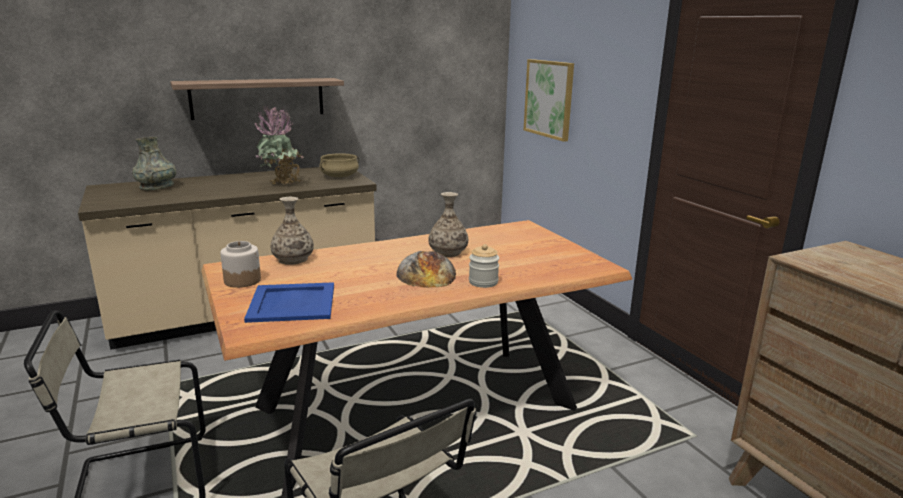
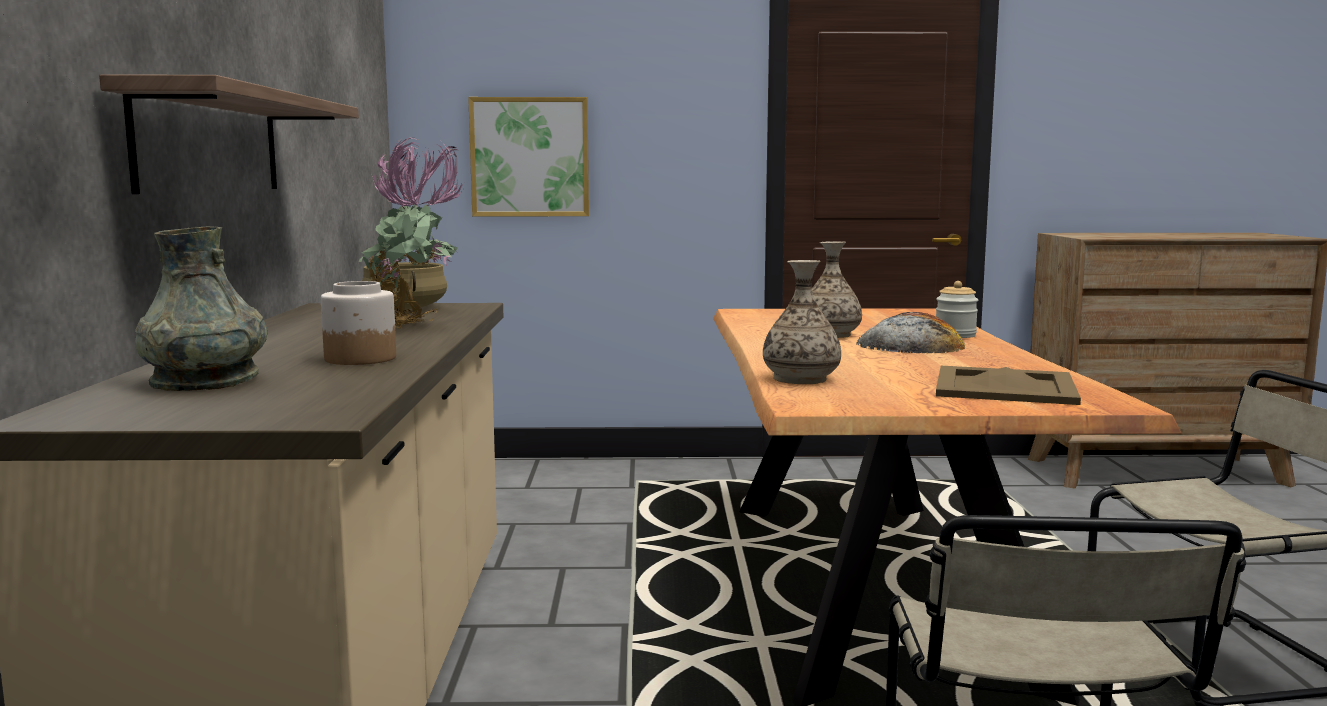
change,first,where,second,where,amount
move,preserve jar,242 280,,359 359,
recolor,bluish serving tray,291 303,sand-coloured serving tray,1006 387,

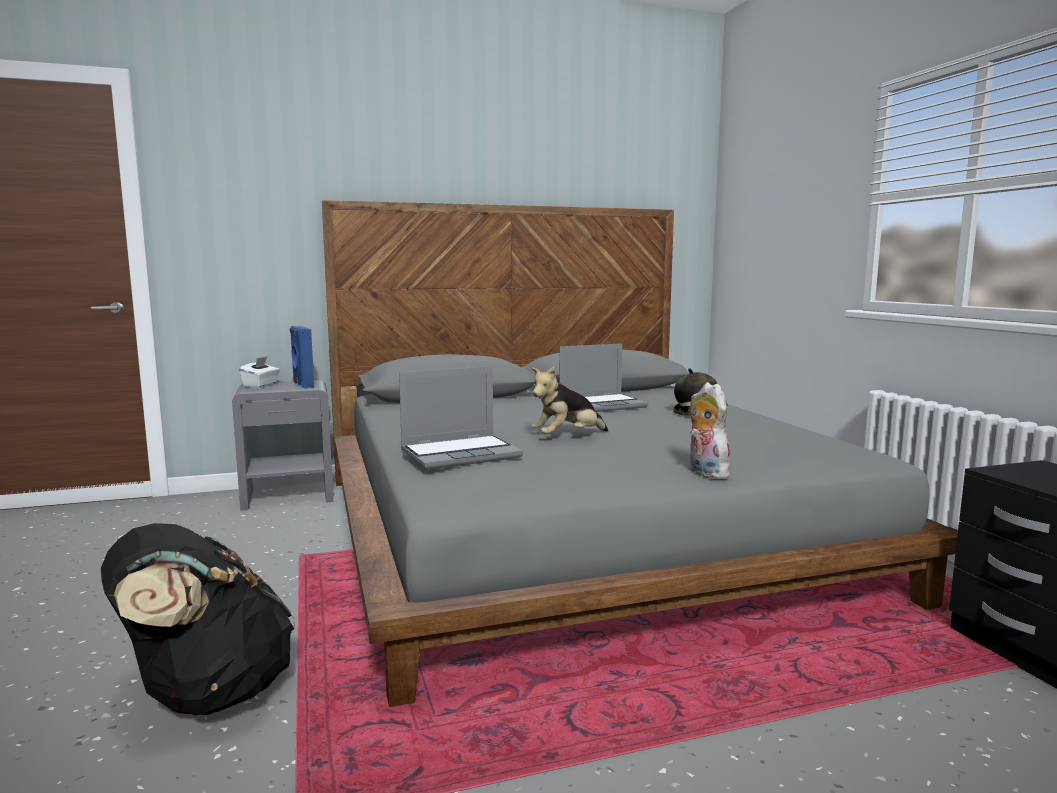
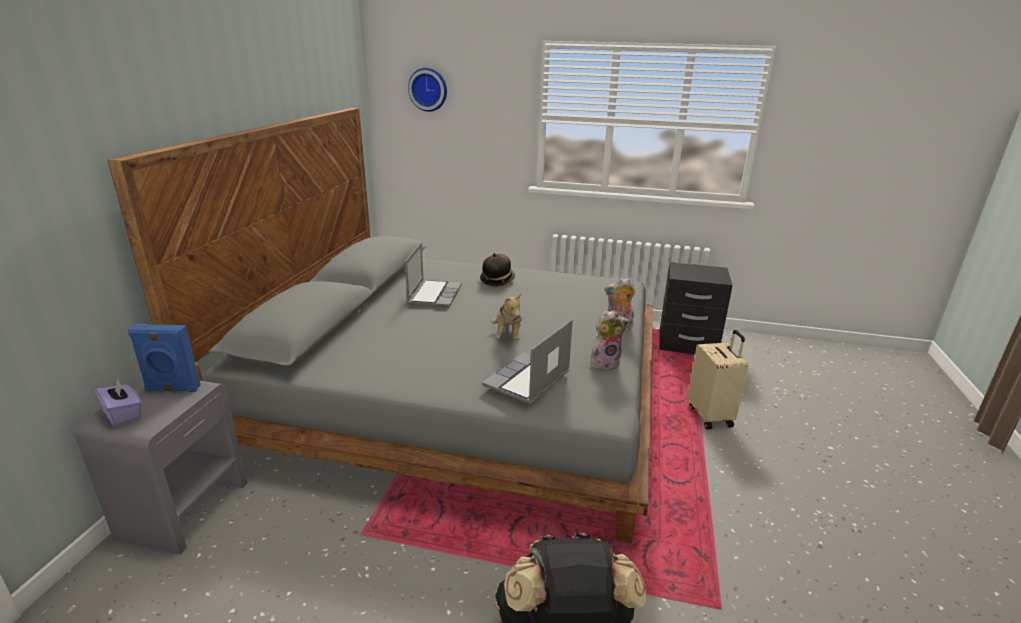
change,first,where,second,where,amount
recolor,white-coloured box of tissues,260 385,purplish box of tissues,123 414,
rotate,portable computer,461 454,,527 380,150 degrees counterclockwise
insert,,,hanging clock,428 89,
insert,,,plush toy,605 363,
insert,,,sand-coloured suitcase,711 416,

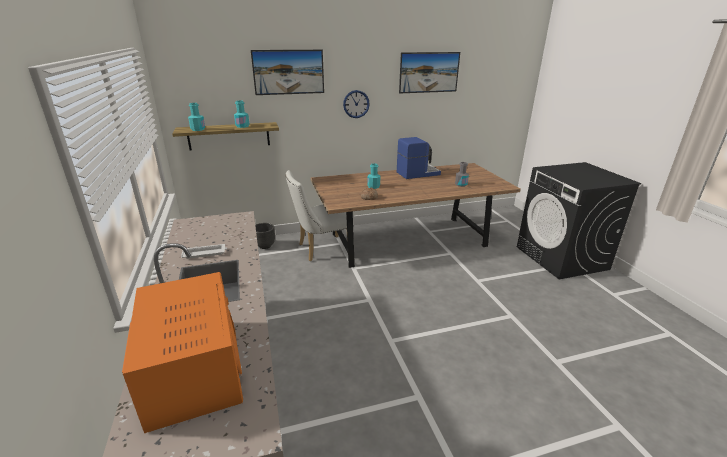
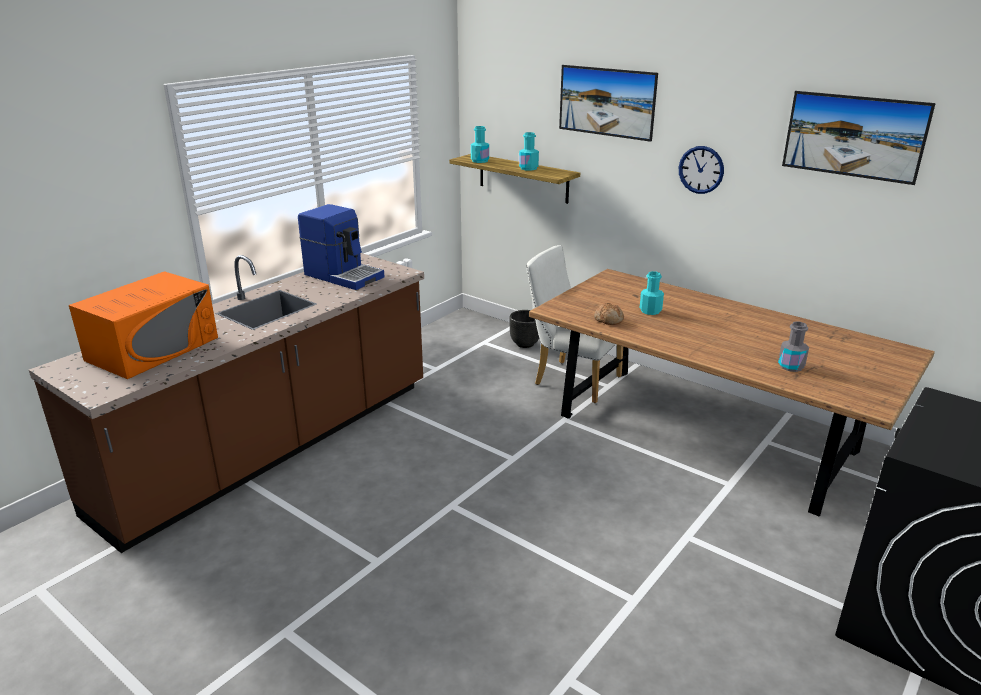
change,first,where,second,where,amount
move,coffee brewer,417 173,,344 275,
delete,white-coloured serving tray,205 253,,,

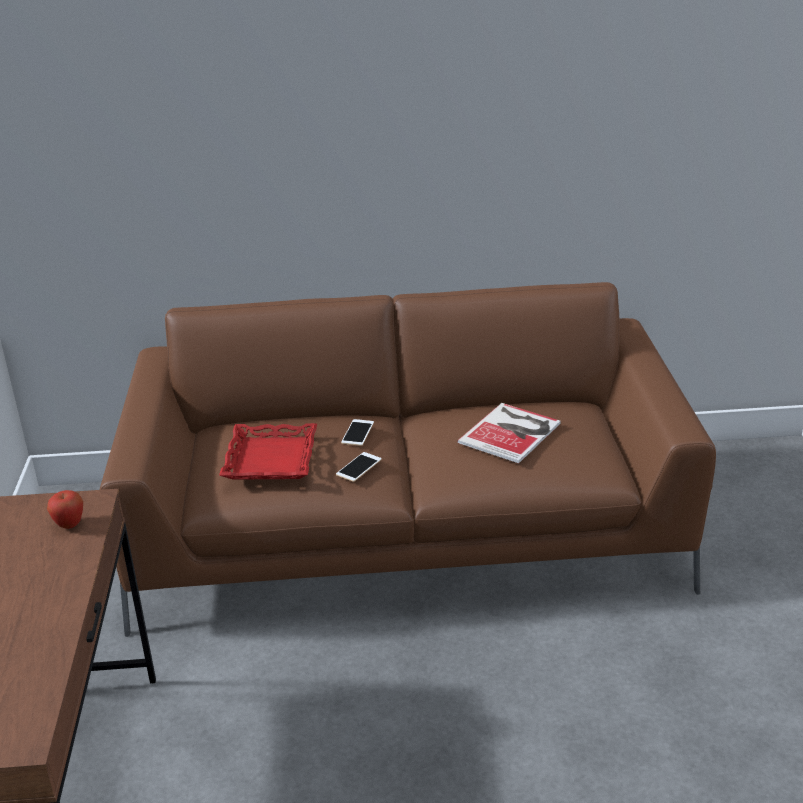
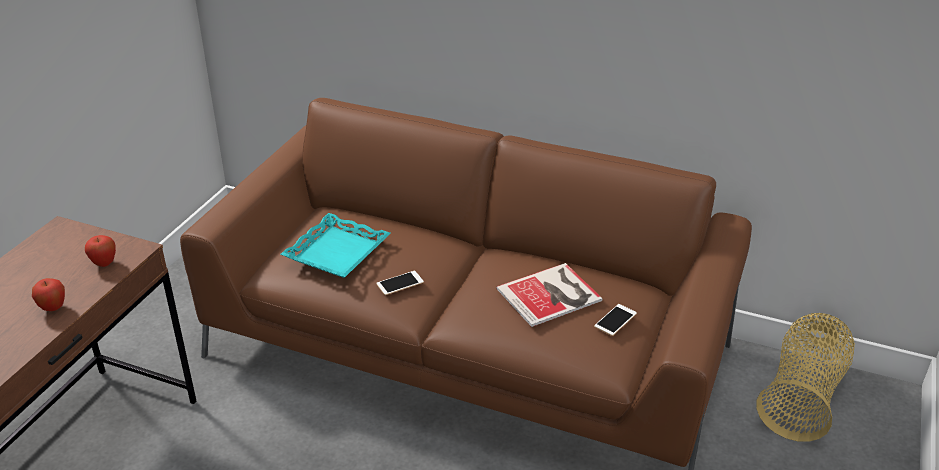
change,first,where,second,where,amount
move,handset,357 432,,615 320,
recolor,red serving tray,271 459,blue-green serving tray,337 252,
insert,,,apple,53 308,
insert,,,basket,802 396,

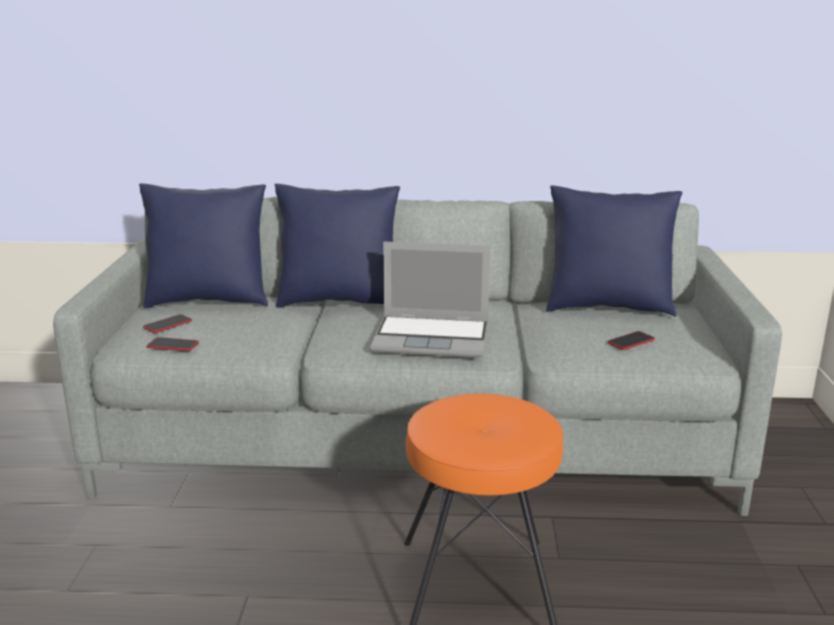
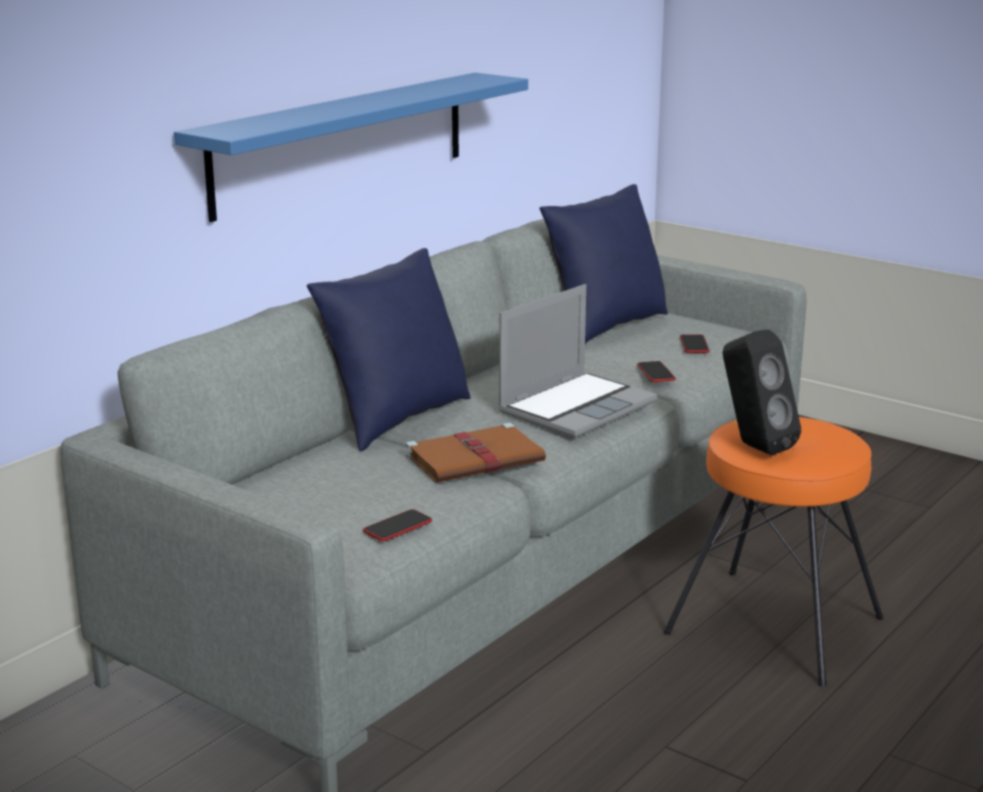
change,first,where,second,where,amount
delete,bluish pillow,208 301,,,
move,handset,168 324,,656 373,
insert,,,bluish bracket shelf,342 142,
insert,,,blackish speaker,753 446,
insert,,,brown-coloured book,477 458,

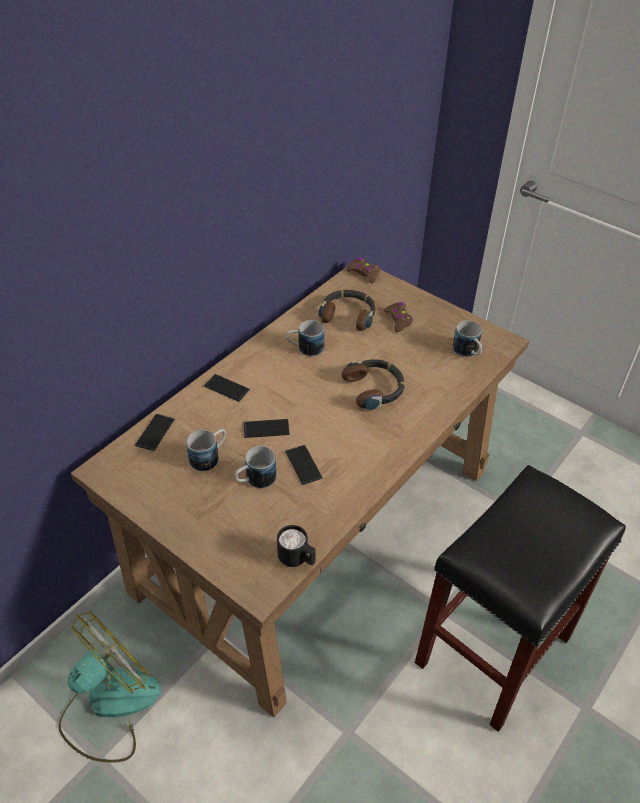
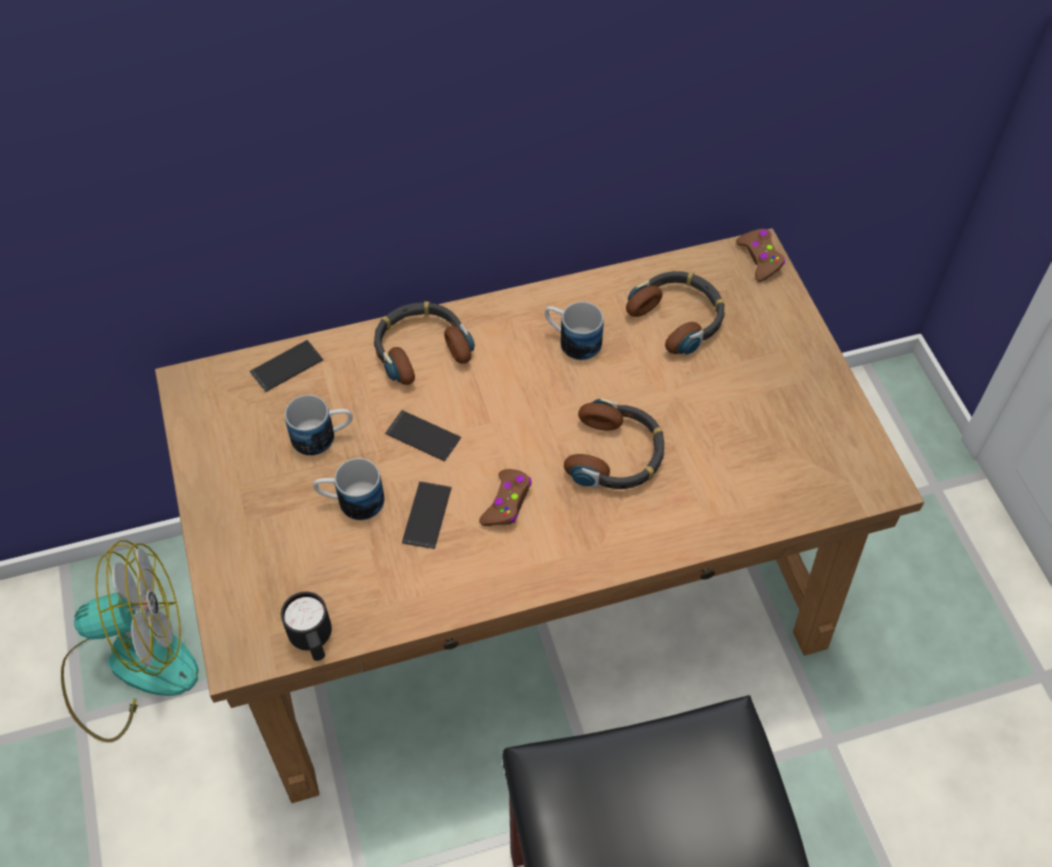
change,first,where,second,where,amount
move,brown-coloured gamepad,398 320,,507 503,
delete,mug,468 352,,,
replace,handset,226 388,headset,421 348,

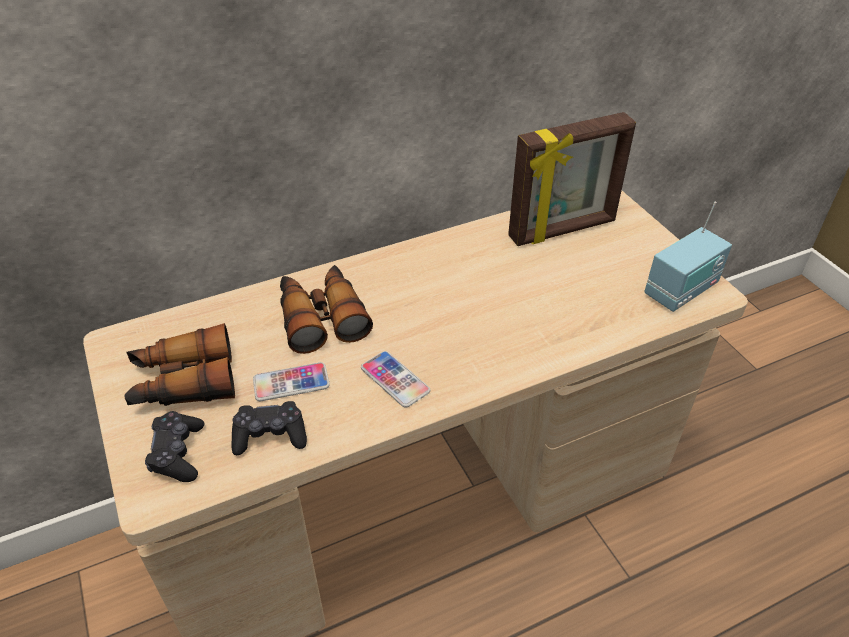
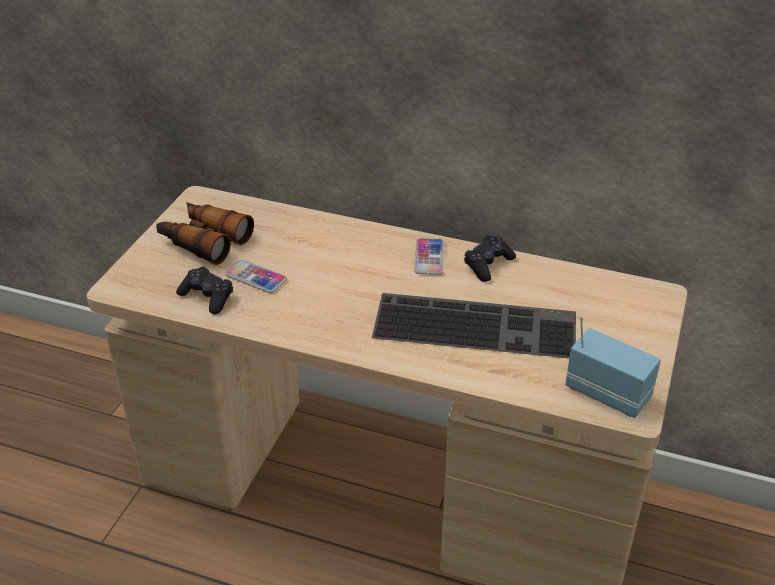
change,first,where,second,where,amount
delete,standing frame,563 230,,,
rotate,radio receiver,681 291,,608 393,150 degrees counterclockwise
delete,field glasses,321 316,,,
move,handset,395 380,,429 257,
move,blackish gamepad,178 453,,488 265,
insert,,,keyboard,477 324,

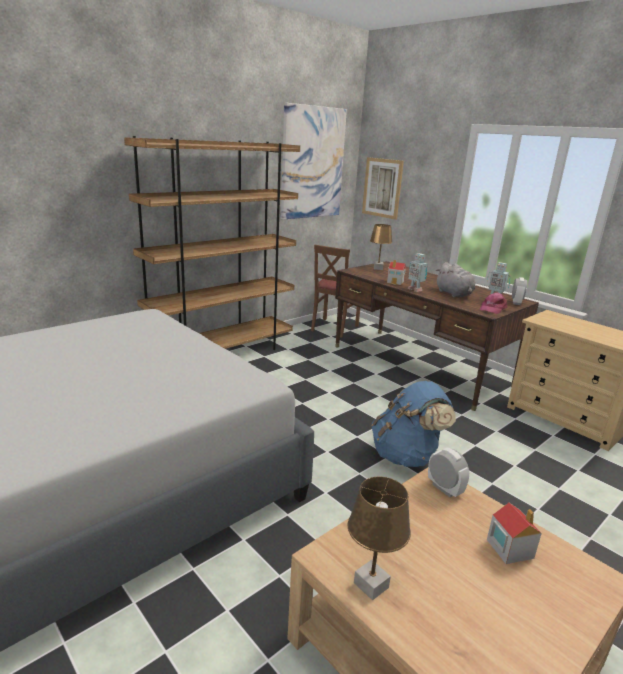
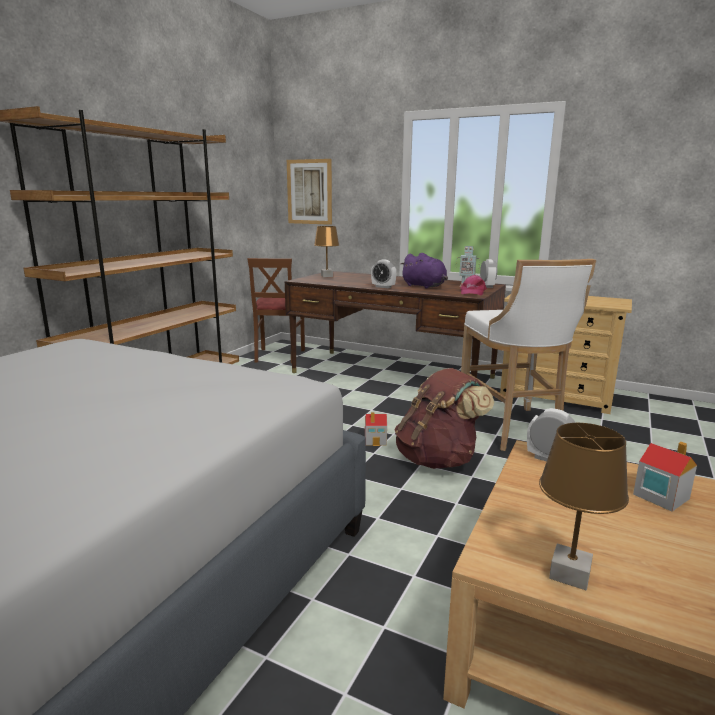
change,first,where,second,where,amount
delete,wall art,312 163,,,
replace,robot figure,415 289,alarm clock,383 287,
move,model house,395 282,,376 440,
recolor,greyish plush toy,454 294,purplish plush toy,425 286,
recolor,bluish rucksack,406 456,brown-coloured rucksack,438 459,
insert,,,white-coloured stool,513 430,

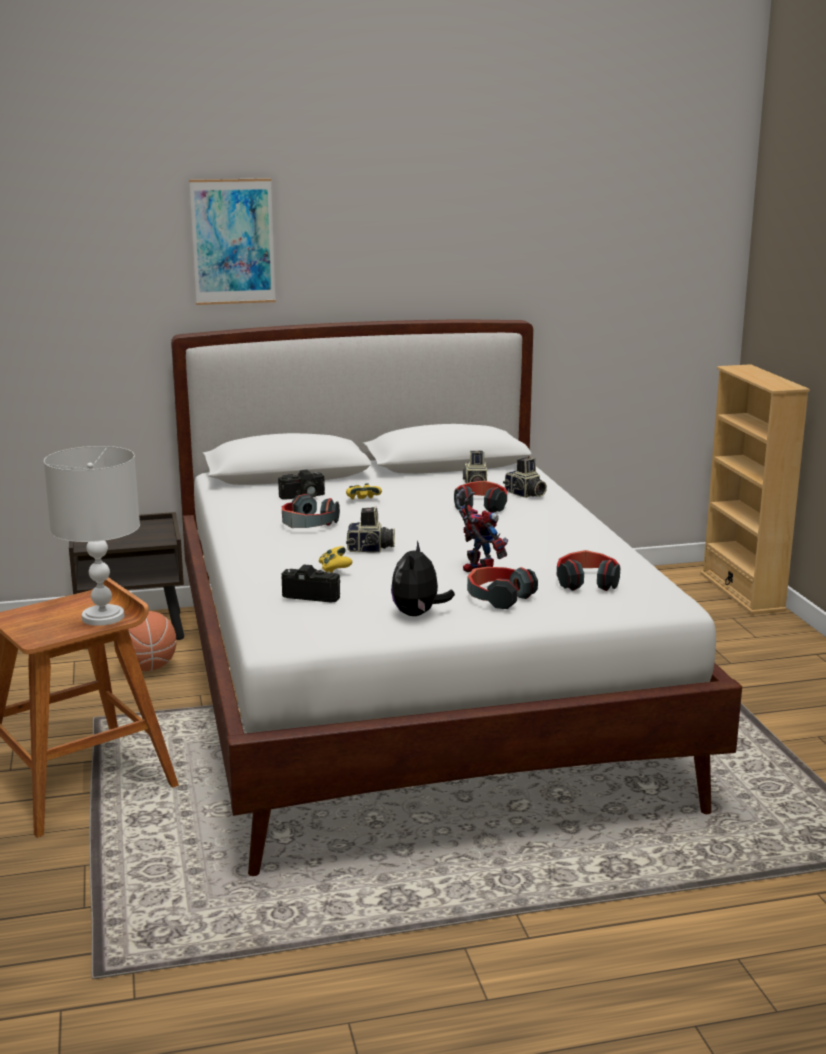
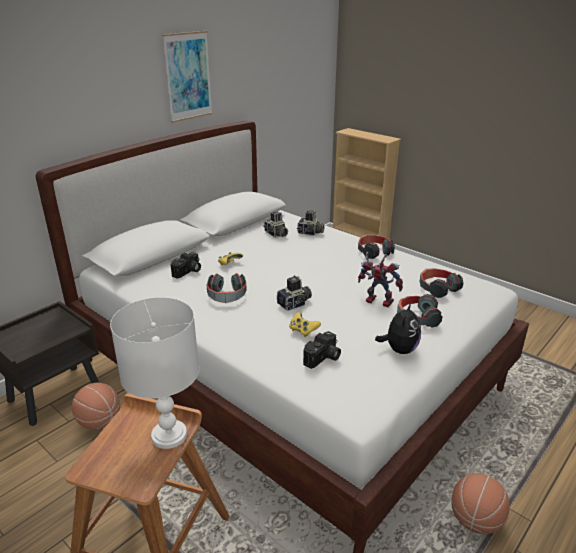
change,first,where,second,where,amount
move,wall art,233 242,,188 76,
move,headset,480 506,,374 252,
rotate,plush toy,418 614,,399 349,135 degrees counterclockwise
rotate,photo camera,313 594,,323 358,150 degrees clockwise
insert,,,ball for basketball,475 520,

